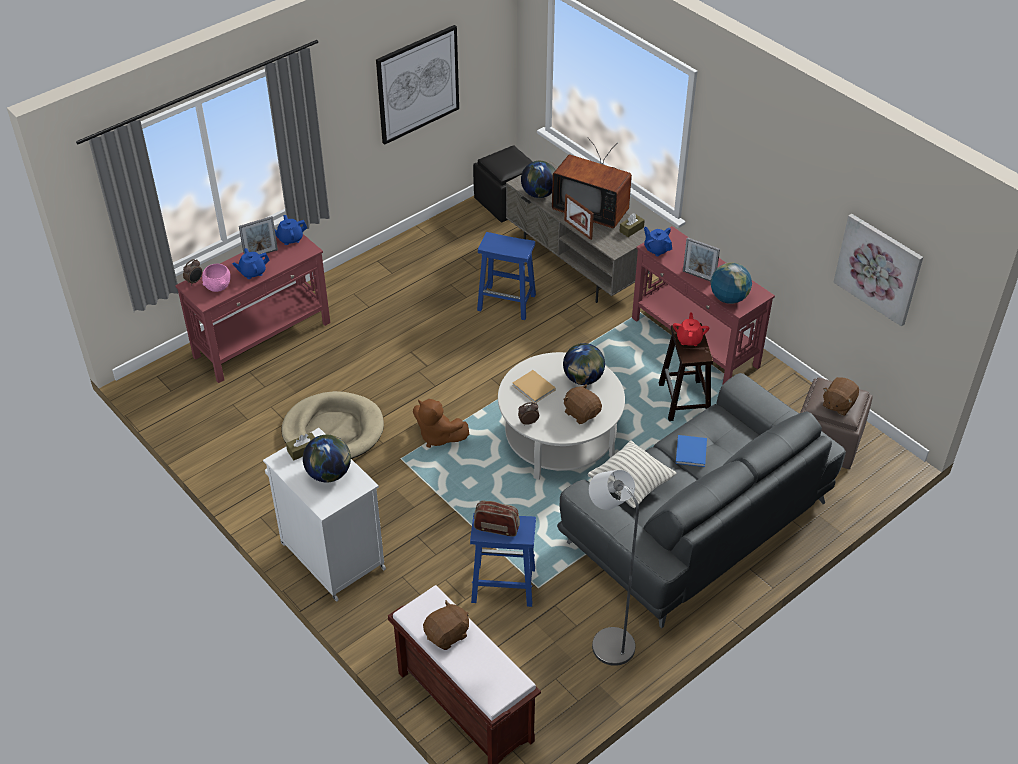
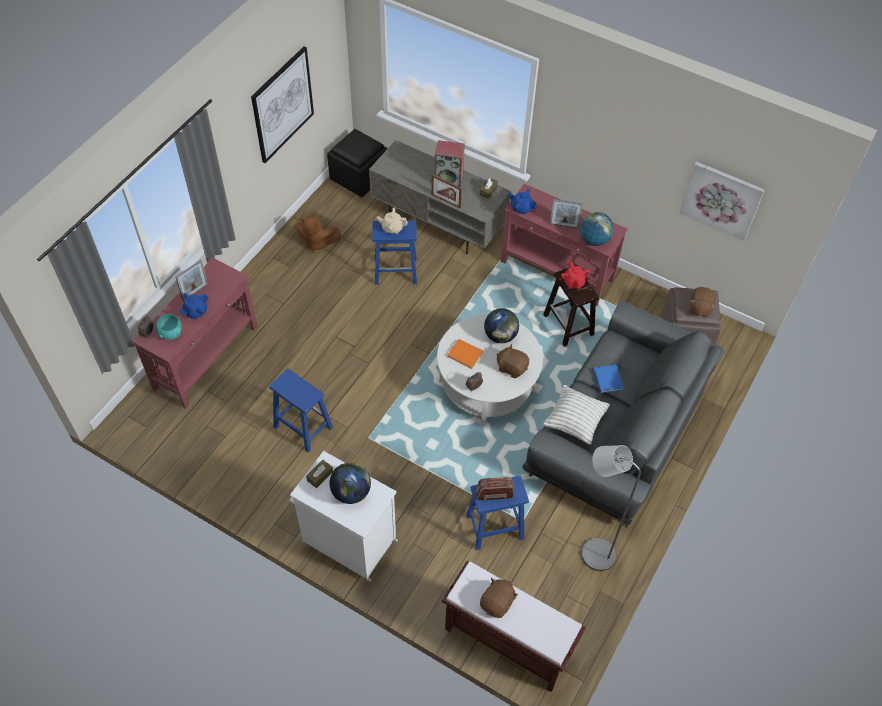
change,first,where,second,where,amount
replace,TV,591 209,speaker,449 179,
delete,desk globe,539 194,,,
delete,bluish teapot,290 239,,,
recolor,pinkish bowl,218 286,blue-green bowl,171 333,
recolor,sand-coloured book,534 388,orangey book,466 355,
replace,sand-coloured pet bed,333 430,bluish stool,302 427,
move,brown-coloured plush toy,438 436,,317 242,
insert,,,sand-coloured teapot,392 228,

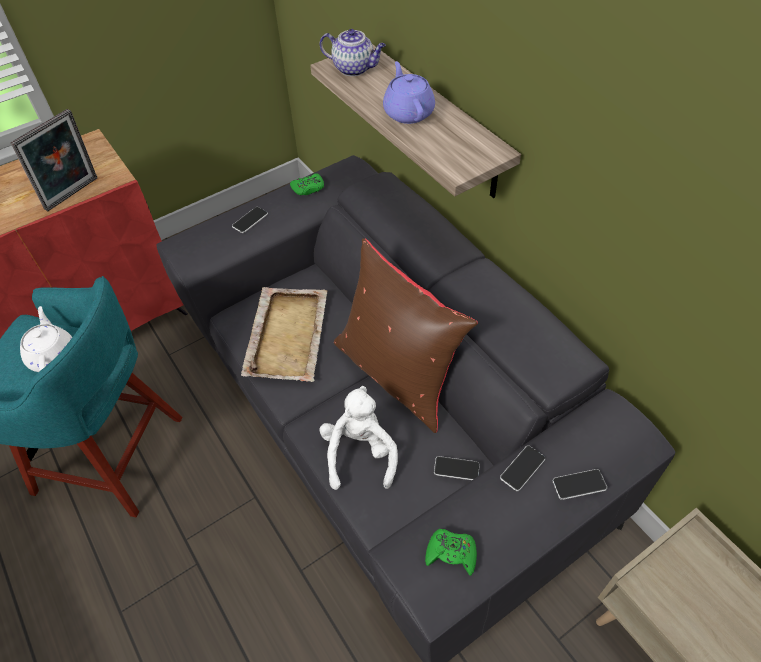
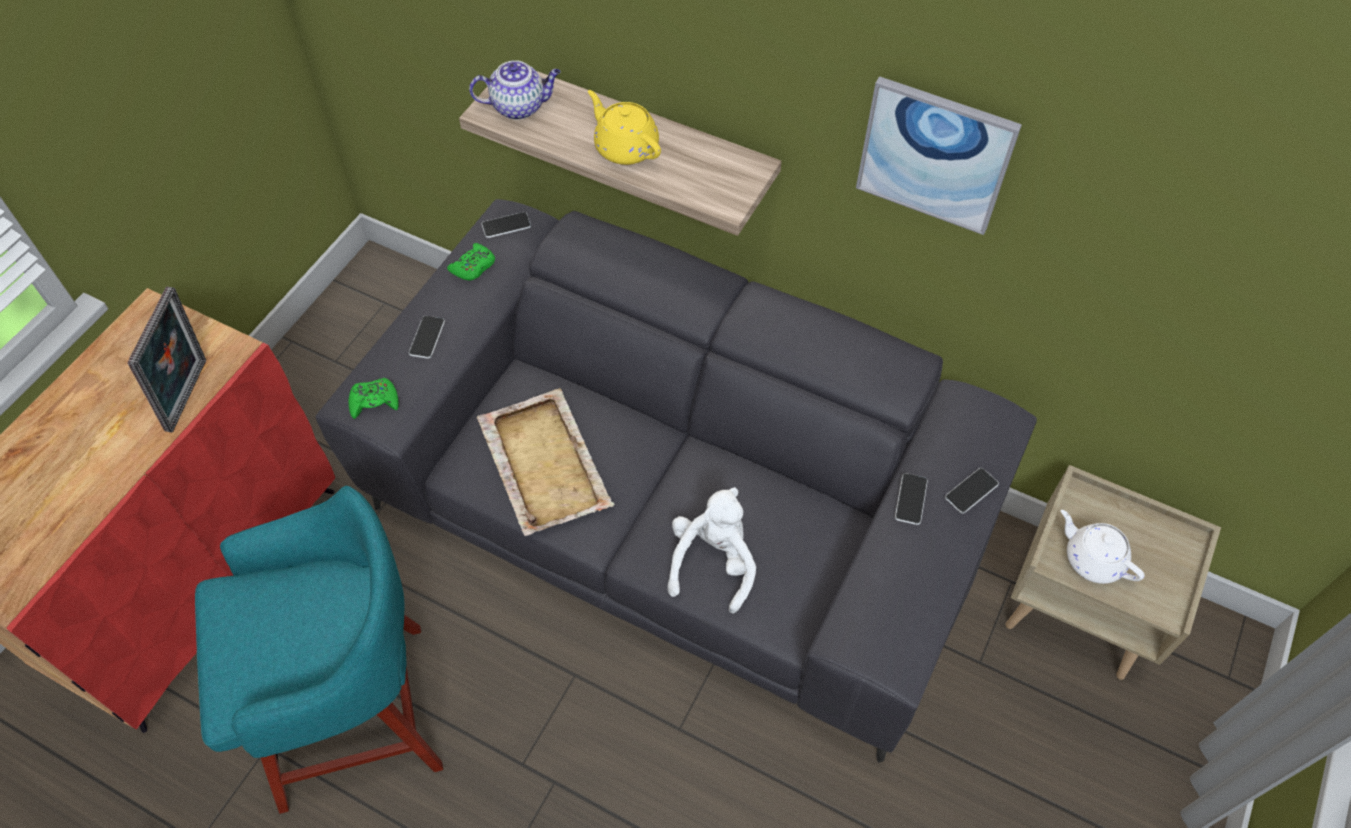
change,first,where,second,where,amount
recolor,purplish teapot,408 112,yellowish teapot,625 147,
delete,brown-coloured pillow,398 373,,,
move,white-coloured teapot,53 355,,1092 558,
rotate,white-coloured plush toy,360 453,,713 562,45 degrees clockwise
move,handset,456 469,,506 225,
move,green gamepad,451 553,,374 401,
insert,,,wall art,935 155,

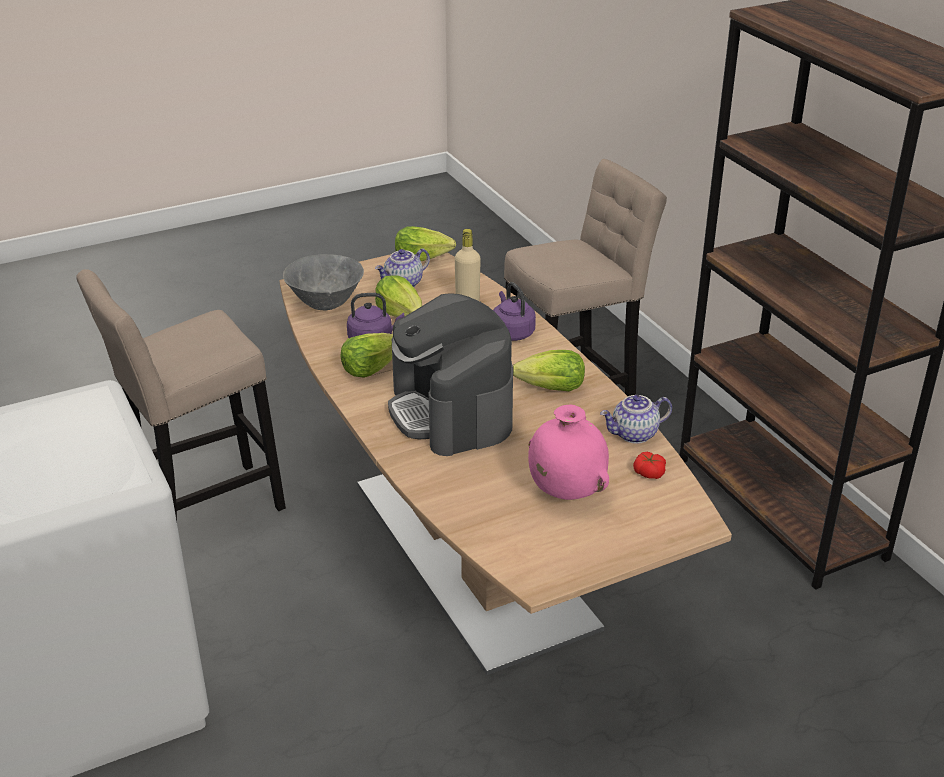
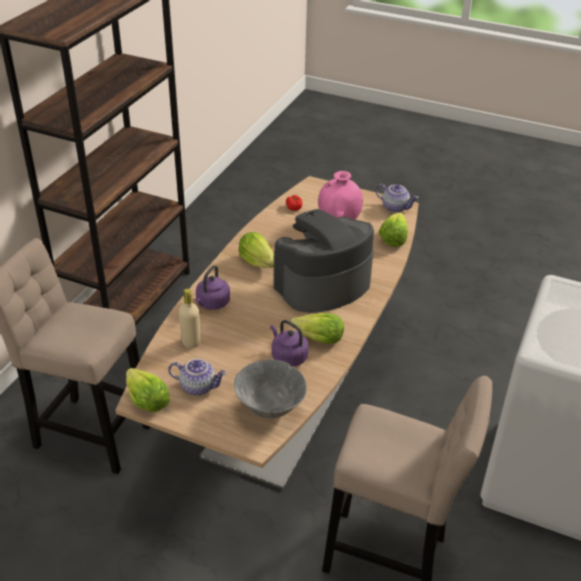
change,first,where,second,where,amount
move,lettuce,401 314,,393 238,
rotate,coffee brewer,451 412,,322 285,150 degrees counterclockwise
move,teapot,634 435,,395 207,

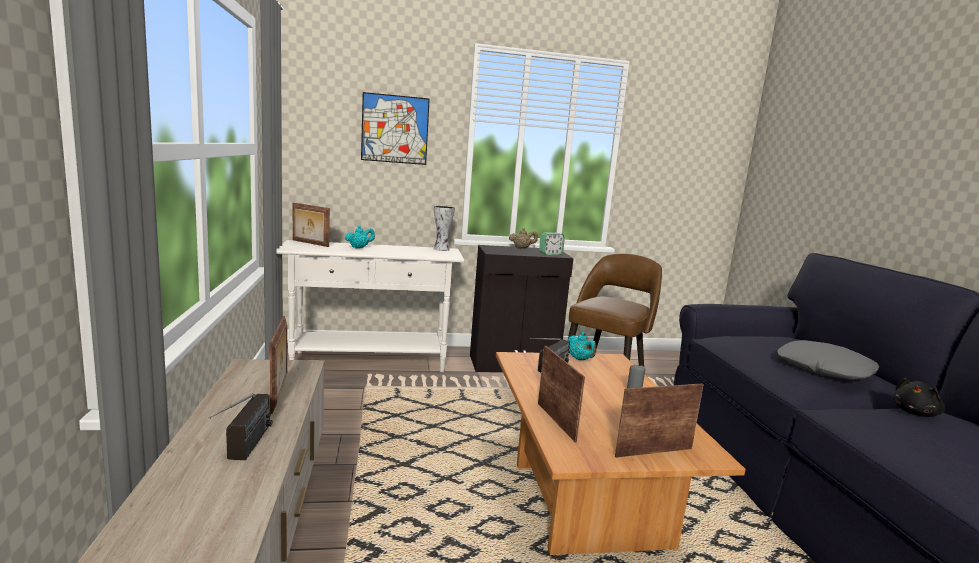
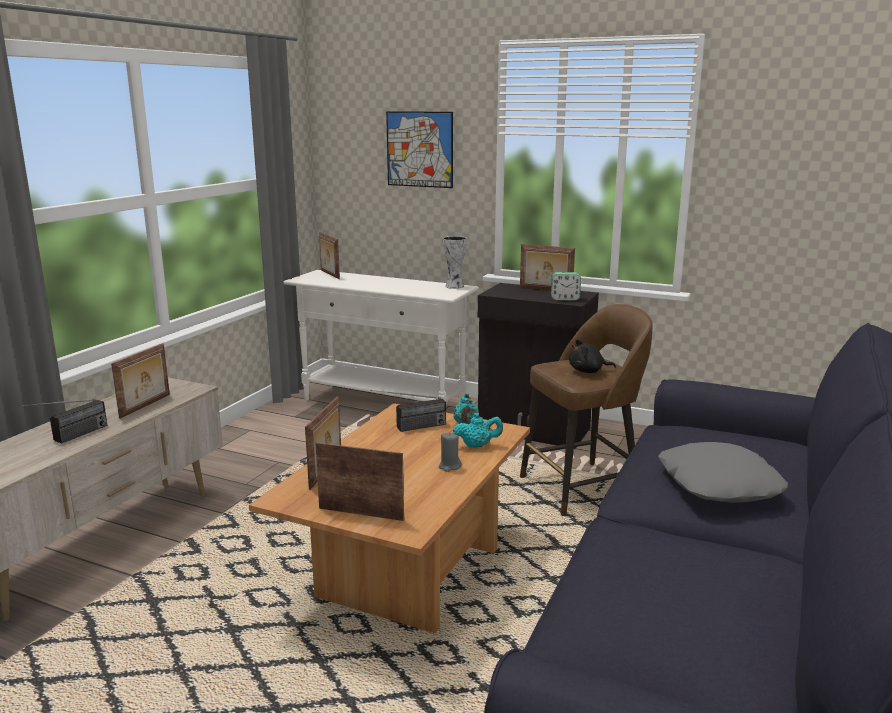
change,first,where,second,where,amount
move,blue-green teapot,359 247,,477 445,
replace,sand-coloured teapot,522 248,standing frame,545 289,
move,blackish plush toy,915 413,,588 371,

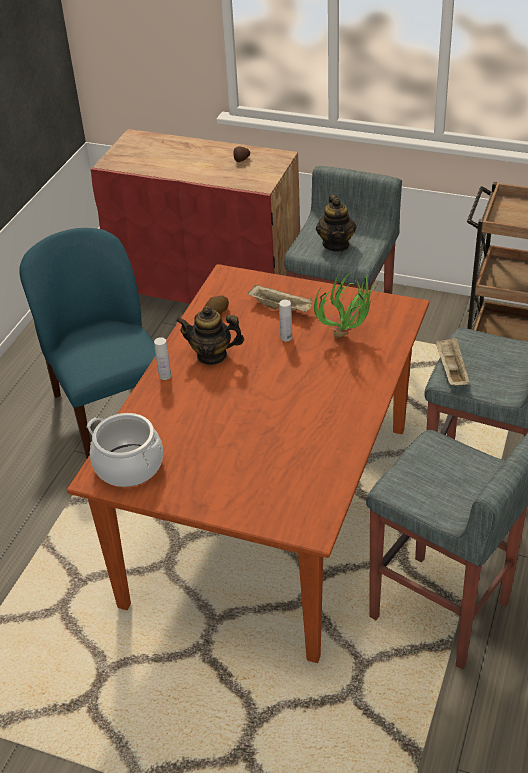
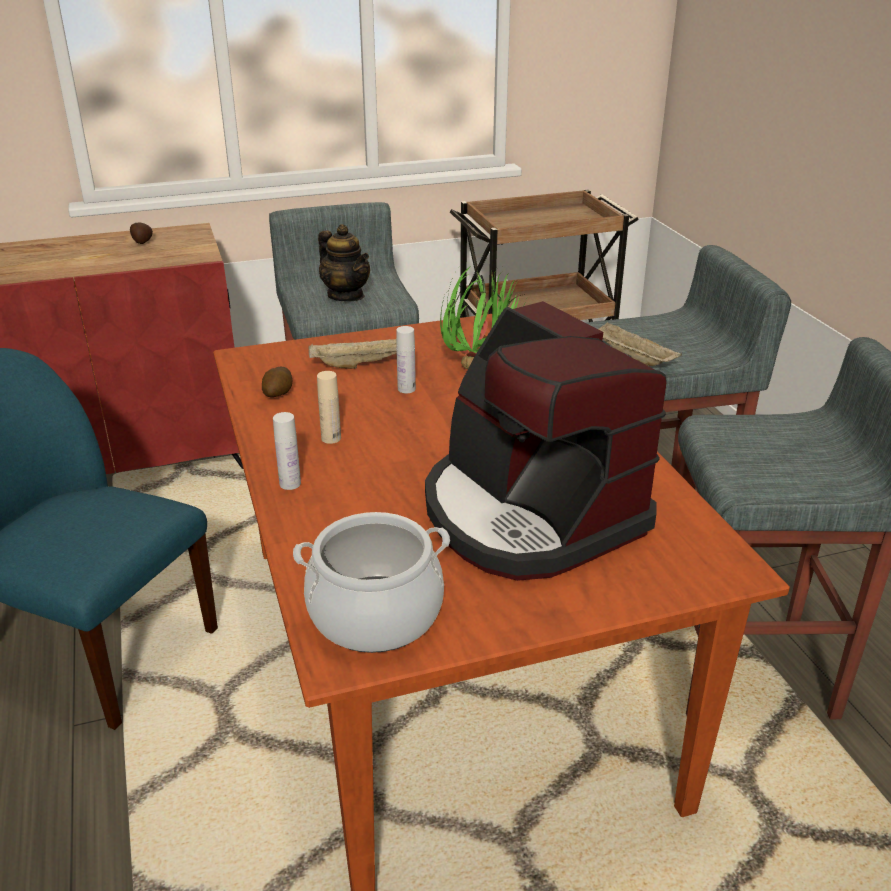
change,first,where,second,where,amount
replace,teapot,212 355,sand-coloured beverage bottle,331 438,
insert,,,coffee brewer,529 514,

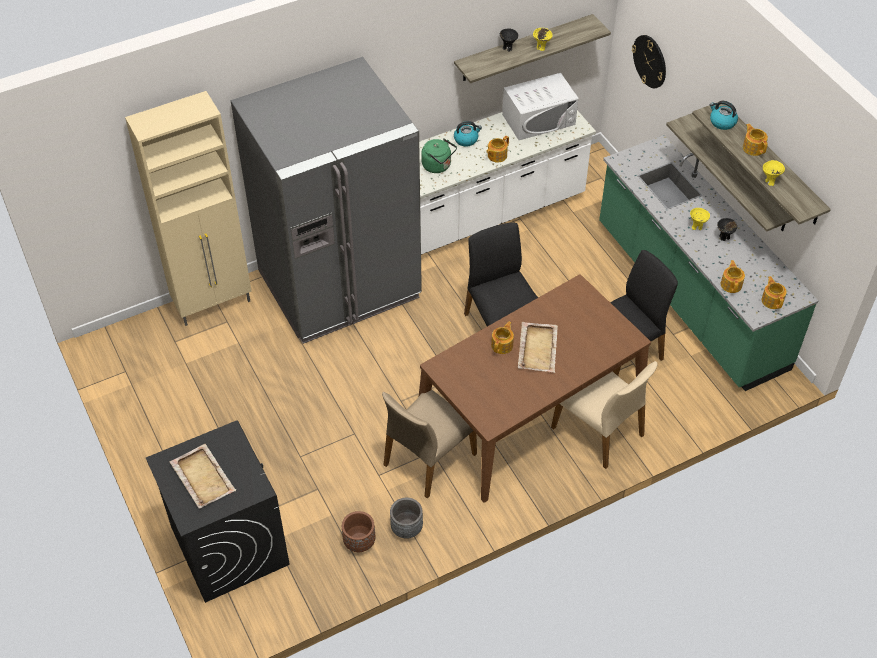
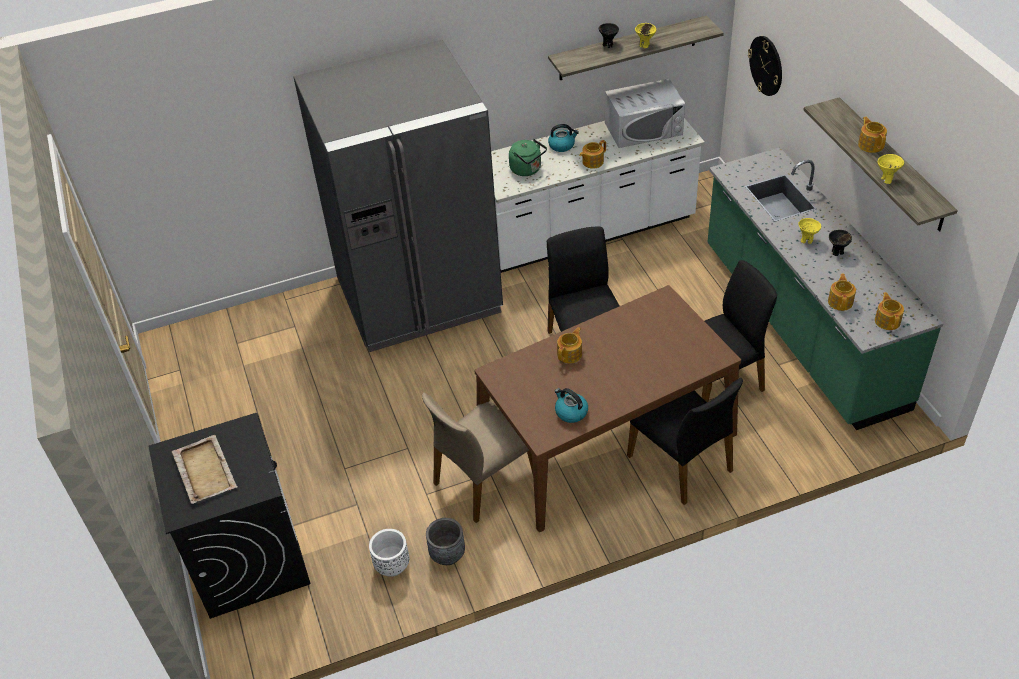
change,first,where,second,where,amount
delete,sand-coloured cupboard,214 303,,,
move,water kettle,722 122,,570 412,
delete,bracket shelf,741 173,,,
delete,sand-coloured serving tray,538 348,,,
recolor,sand-coloured upright chair,599 431,blackish upright chair,681 463,
recolor,brown-coloured flower pot,359 542,white-coloured flower pot,392 565,

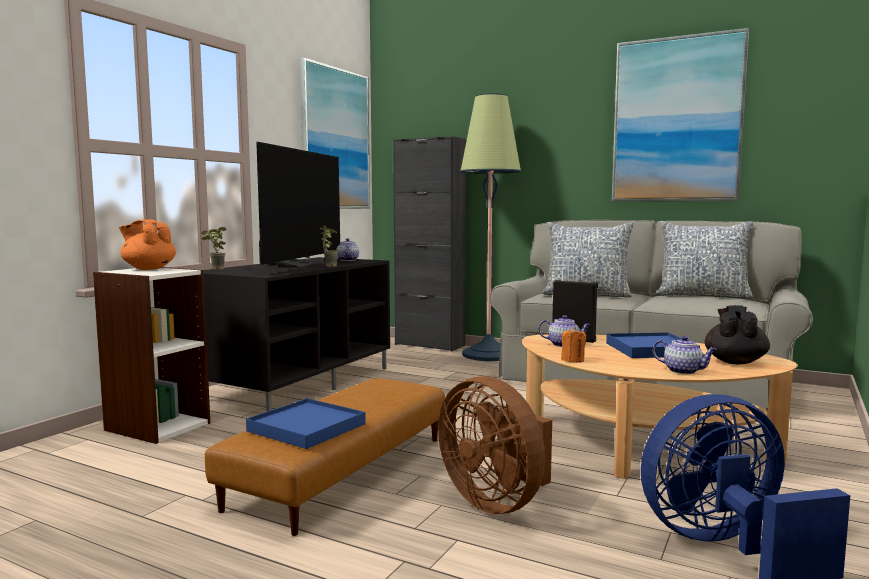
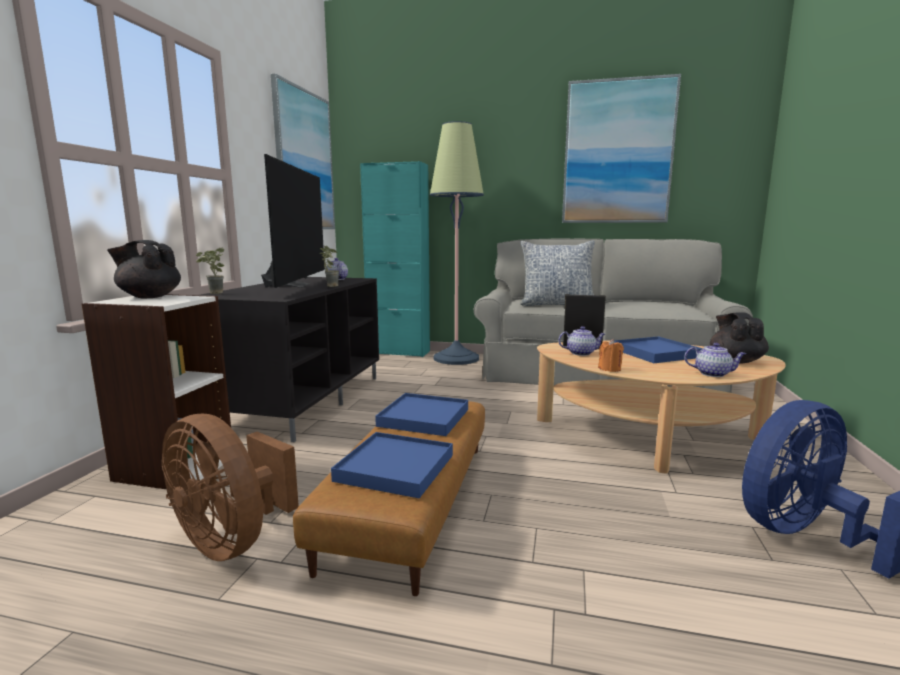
change,first,where,second,where,amount
recolor,blackish cupboard,429 345,blue-green cupboard,398 352,
recolor,orangey teapot,148 269,blackish teapot,149 297,
delete,pillow,702 295,,,
move,brown-coloured electric fan,496 501,,232 540,
insert,,,bluish serving tray,423 417,

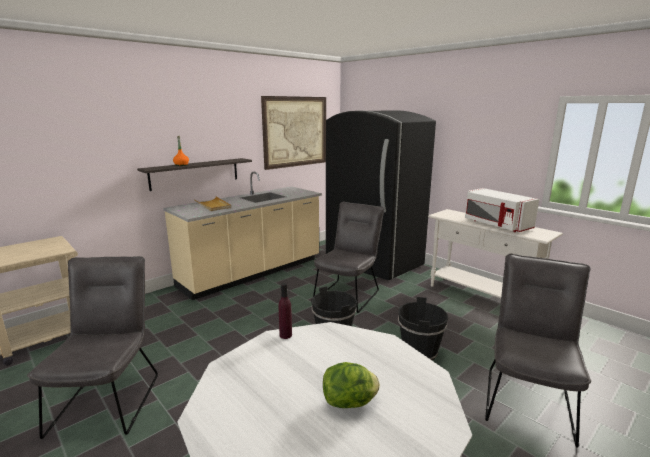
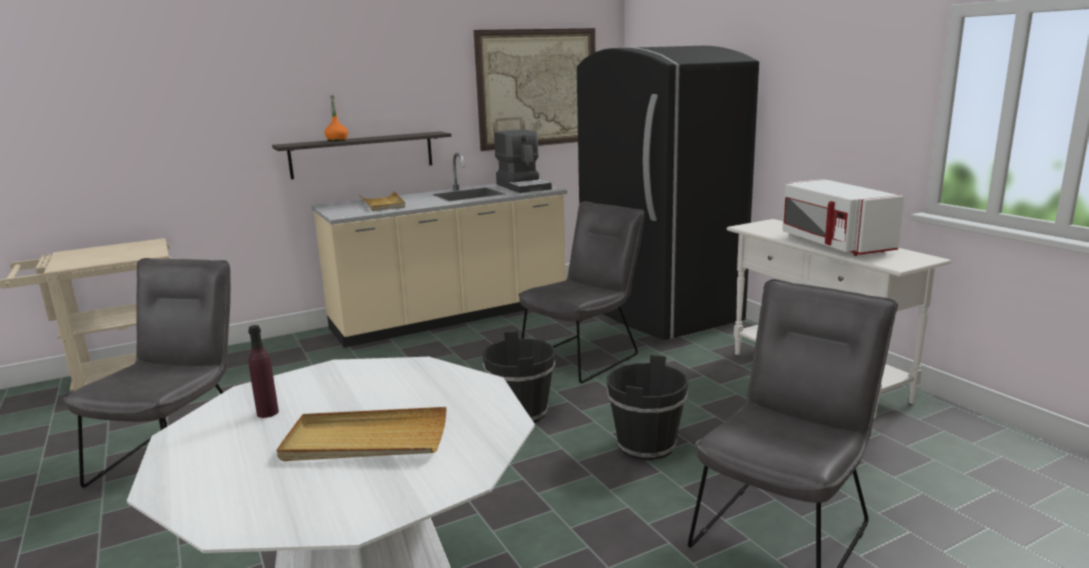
change,first,where,second,where,amount
move,purplish beverage bottle,285 335,,267 413,
replace,lettuce,349 403,sand-coloured serving tray,365 441,
insert,,,coffee brewer,523 186,

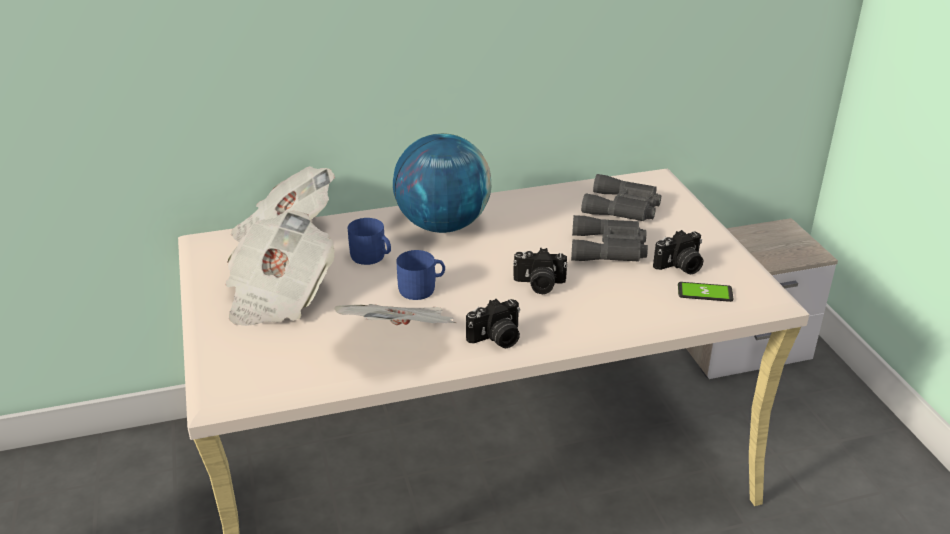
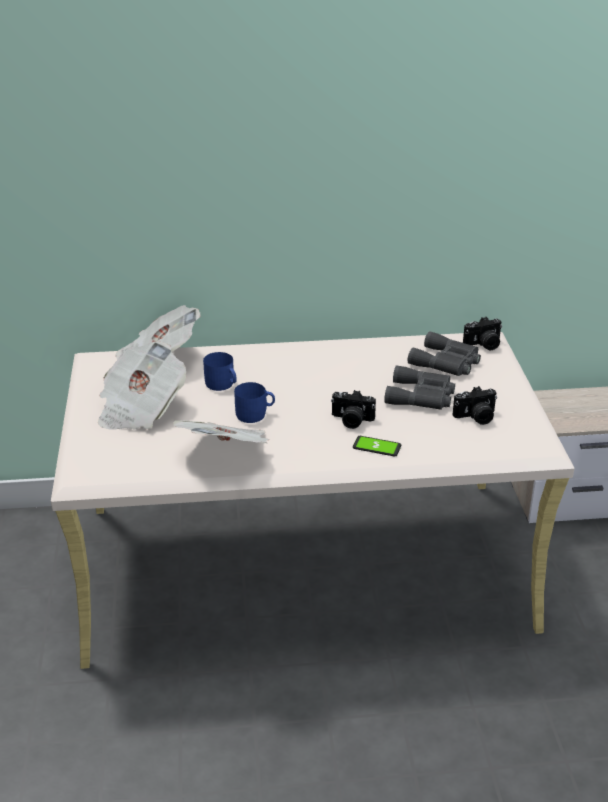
change,first,where,second,where,amount
delete,desk globe,443 225,,,
move,handset,705 293,,377 447,
move,photo camera,496 339,,484 345,

